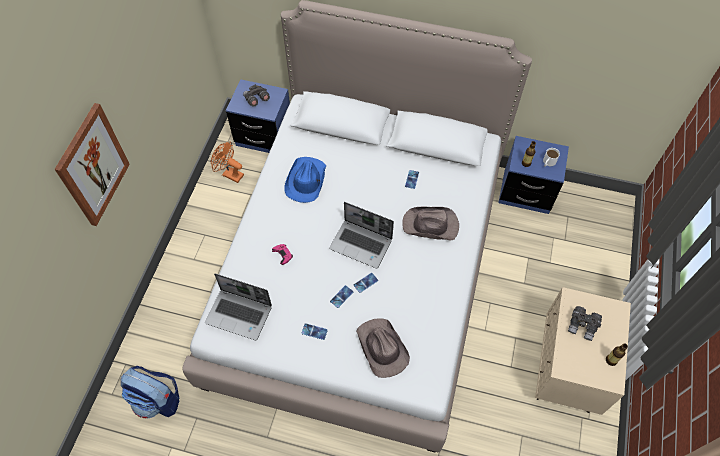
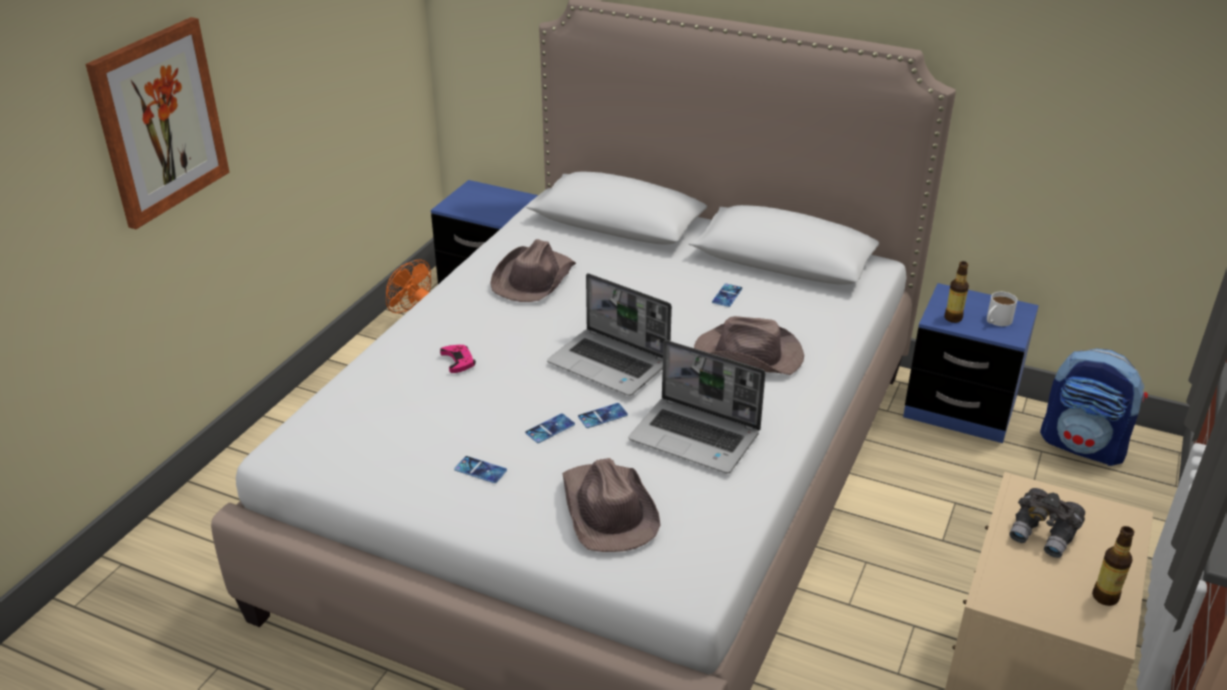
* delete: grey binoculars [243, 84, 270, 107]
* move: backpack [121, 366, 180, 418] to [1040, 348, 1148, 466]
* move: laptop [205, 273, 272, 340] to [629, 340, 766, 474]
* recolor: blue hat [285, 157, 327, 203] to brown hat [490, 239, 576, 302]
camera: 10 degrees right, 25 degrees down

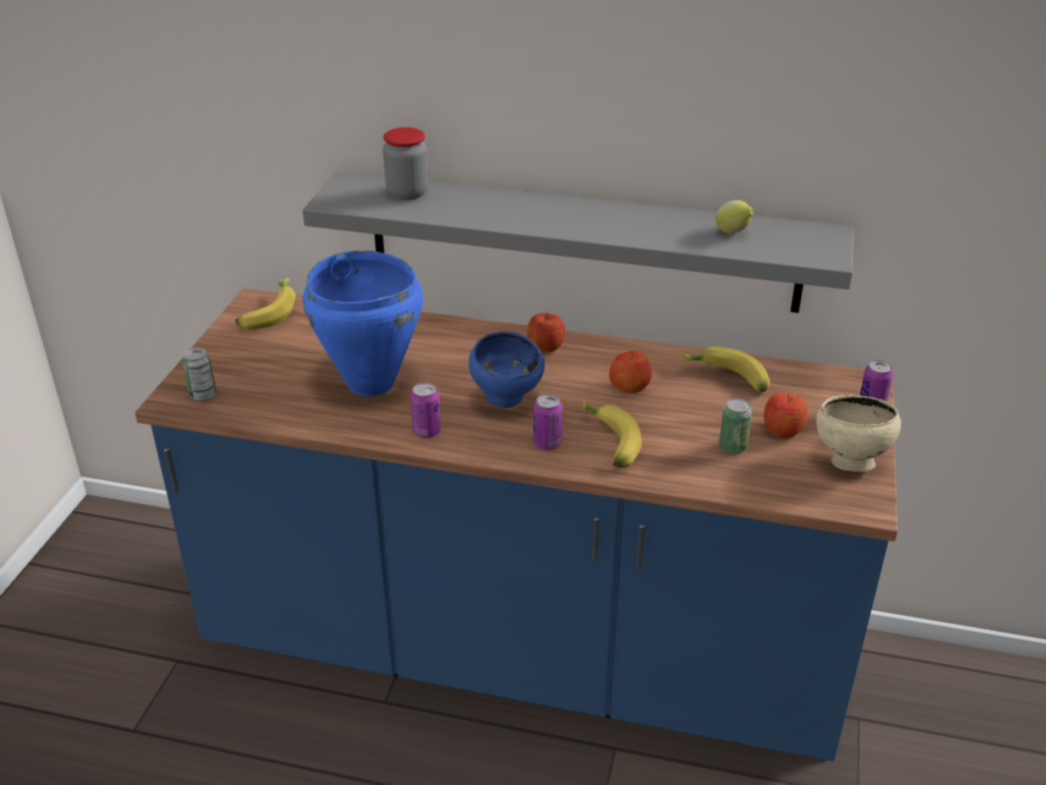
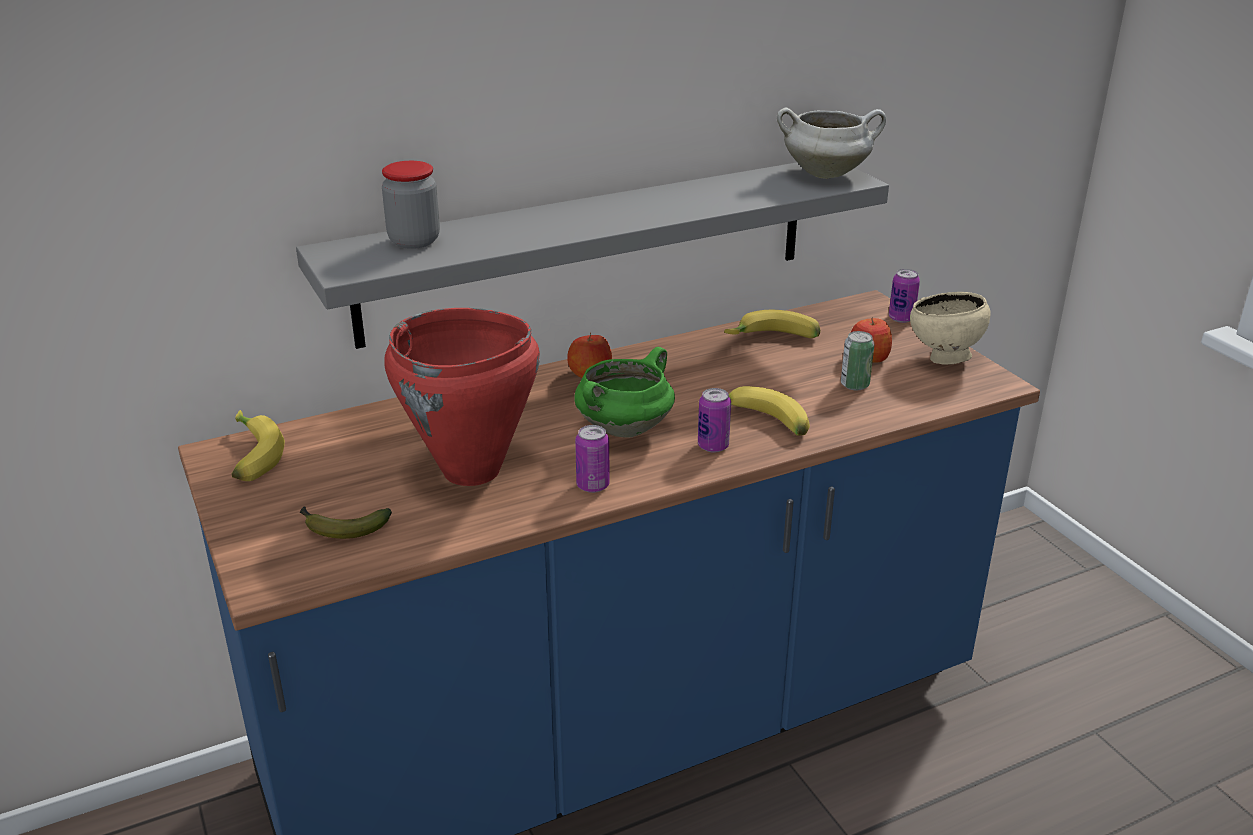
* delete: can [182, 347, 216, 401]
* delete: apple [609, 351, 652, 393]
* delete: lemon [715, 200, 753, 234]
* insert: banana [300, 506, 392, 539]
* insert: white cooking pot [777, 108, 886, 179]
* replace: blue bowl [469, 332, 545, 408] to green cooking pot [574, 347, 675, 437]
* recolor: blue cooking pot [303, 251, 423, 396] to red cooking pot [385, 308, 540, 486]
camera: 40 degrees left, 5 degrees down

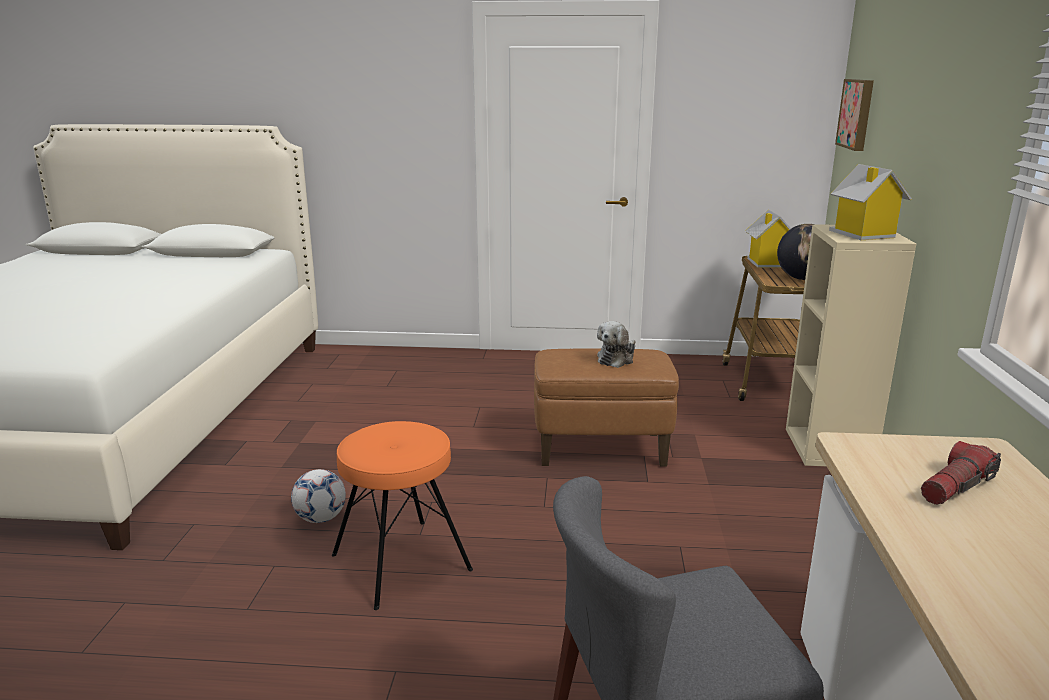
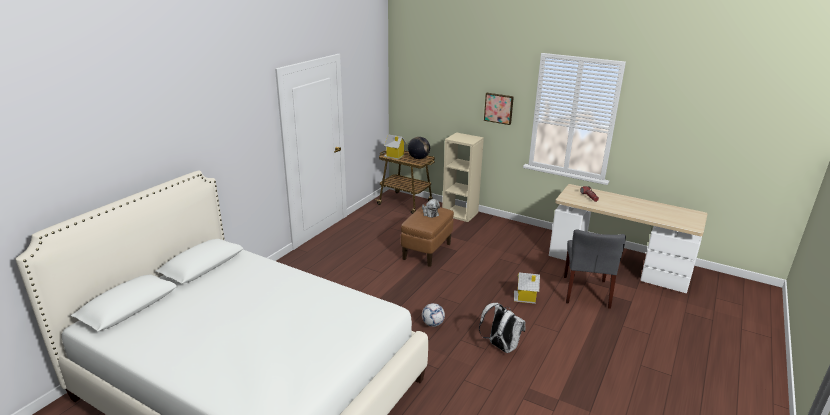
* delete: orange stool [332, 421, 473, 610]
* insert: white backpack [479, 302, 525, 353]
* move: toy house [829, 164, 912, 240] to [514, 273, 540, 304]
* move: picture [835, 79, 874, 151] to [484, 93, 514, 125]
camera: 65 degrees left, 5 degrees up

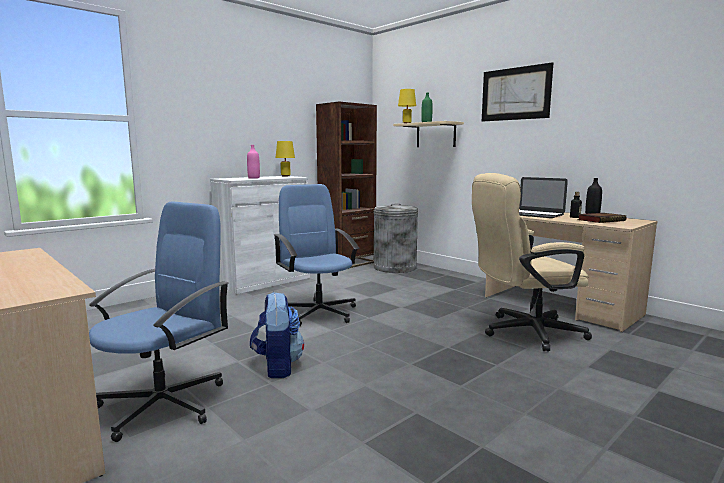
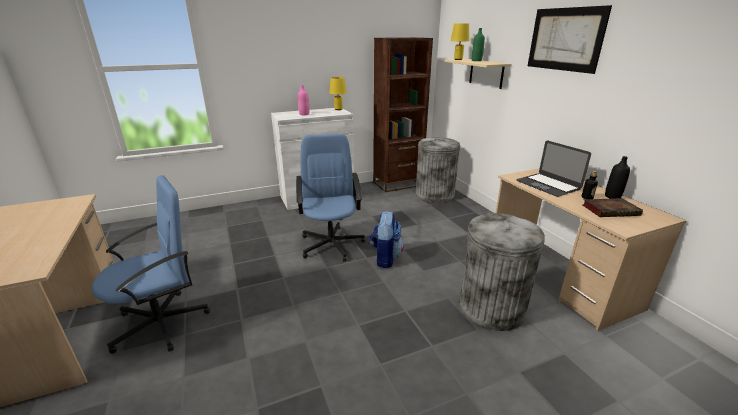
* move: backpack [250, 292, 304, 378] to [369, 211, 404, 269]
* replace: beige office chair [472, 173, 592, 352] to grey trash can [459, 213, 545, 331]
camera: 20 degrees right, 15 degrees up

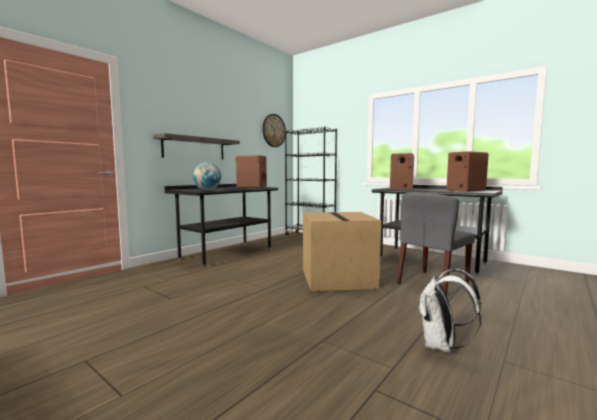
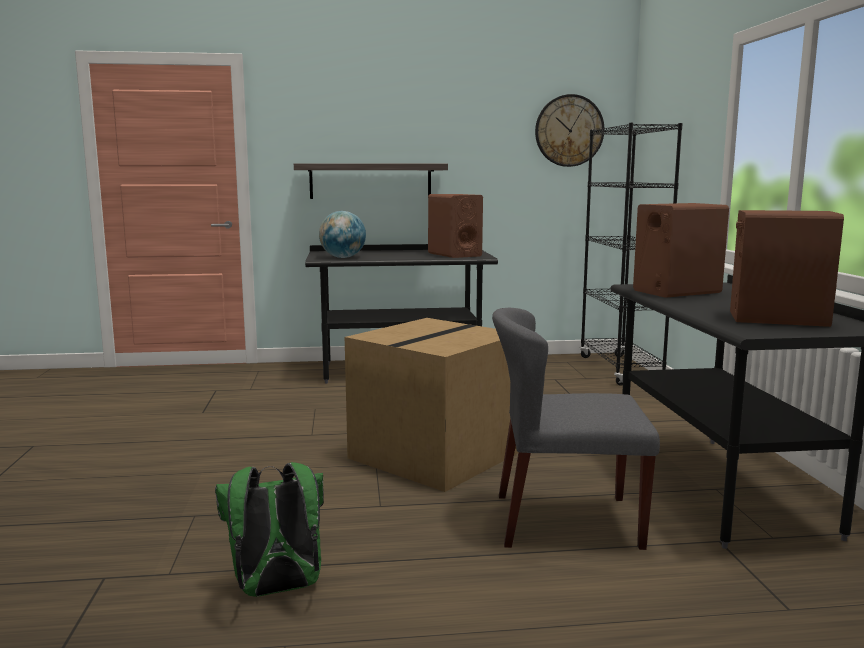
* recolor: white backpack [418, 269, 481, 353] to green backpack [215, 462, 324, 597]
camera: 45 degrees right, 5 degrees up

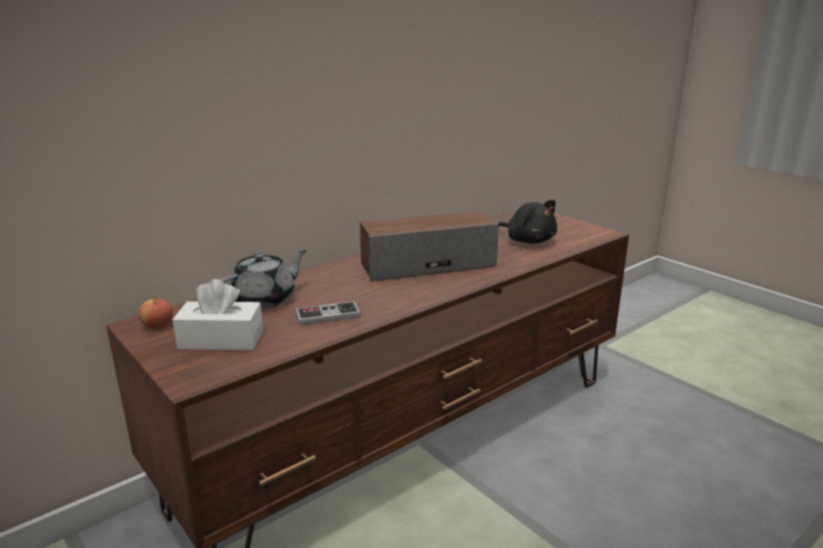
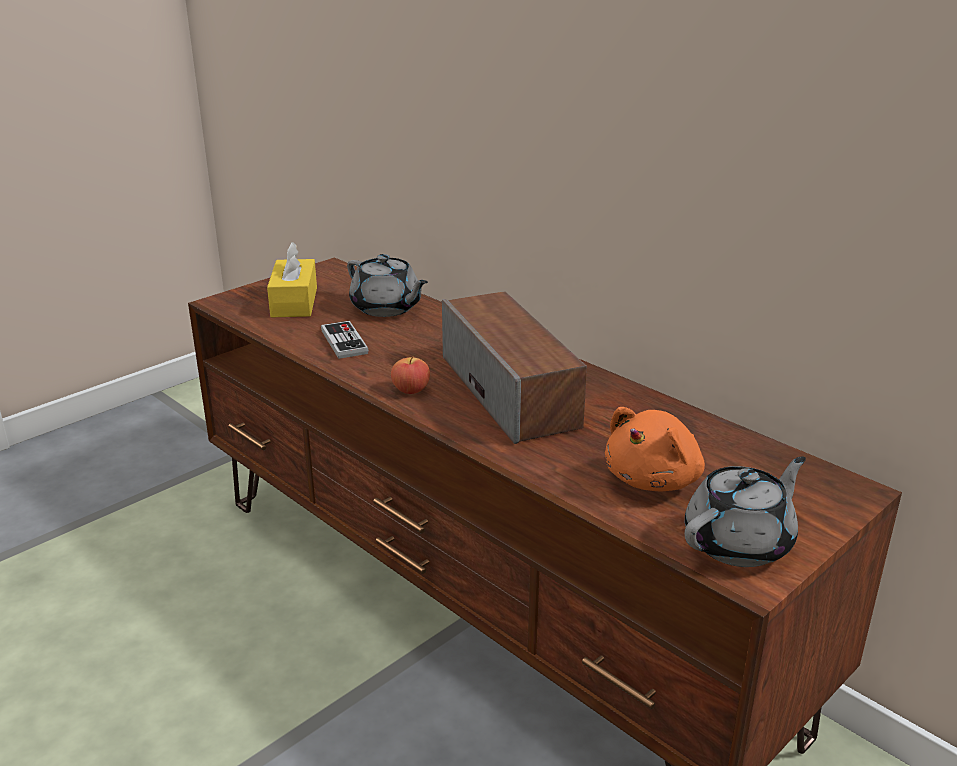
* insert: grey teapot [685, 456, 806, 567]
* move: apple [138, 296, 173, 329] to [391, 356, 430, 394]
* recolor: white tissue box [172, 279, 263, 350] to yellow tissue box [267, 242, 317, 318]
* recolor: black plush toy [498, 200, 557, 244] to orange plush toy [605, 407, 705, 492]
camera: 85 degrees right, 5 degrees up

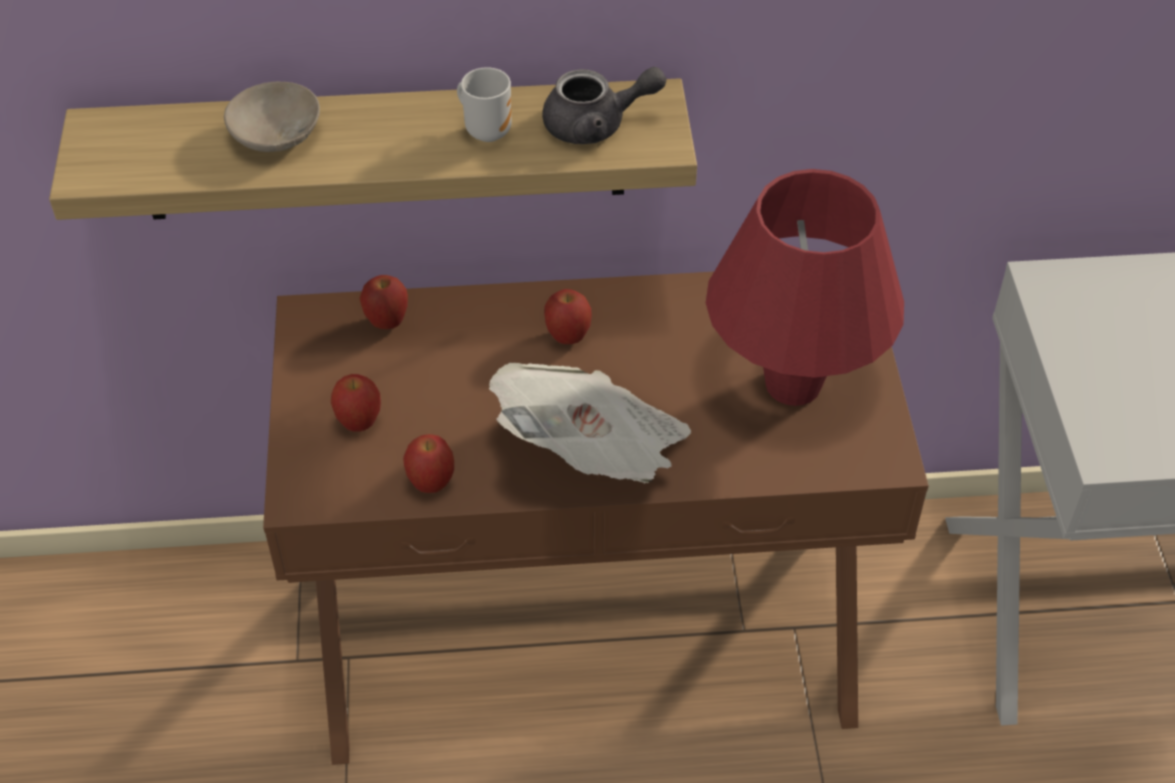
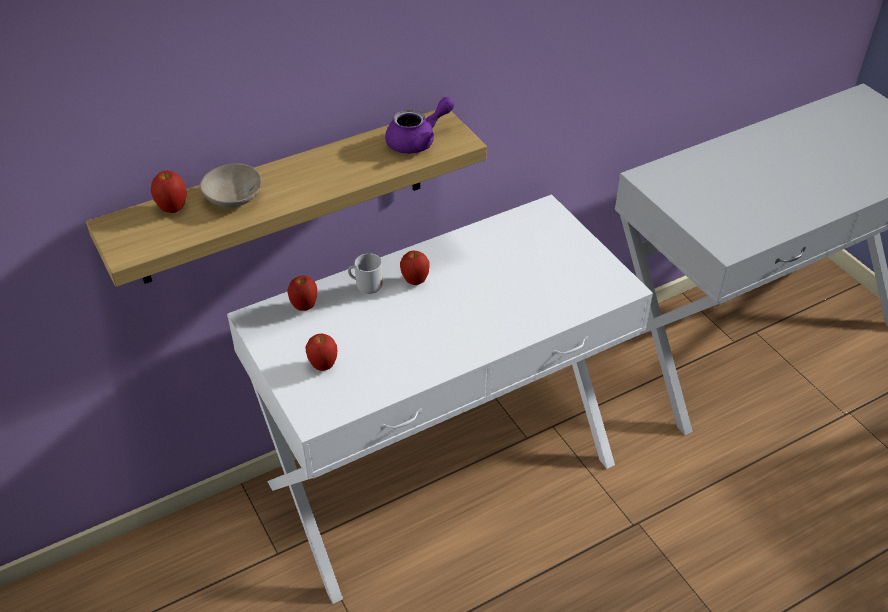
* delete: newspaper [489, 363, 691, 483]
* delete: red table lamp [706, 169, 904, 406]
* move: apple [403, 434, 454, 493] to [151, 170, 187, 213]
* move: mug [457, 67, 512, 142] to [348, 253, 383, 294]
* recolor: brown console table [263, 272, 929, 765] to white console table [227, 194, 653, 604]
* recolor: grey teapot [542, 67, 666, 144] to purple teapot [385, 97, 454, 154]
camera: 25 degrees left, 5 degrees down

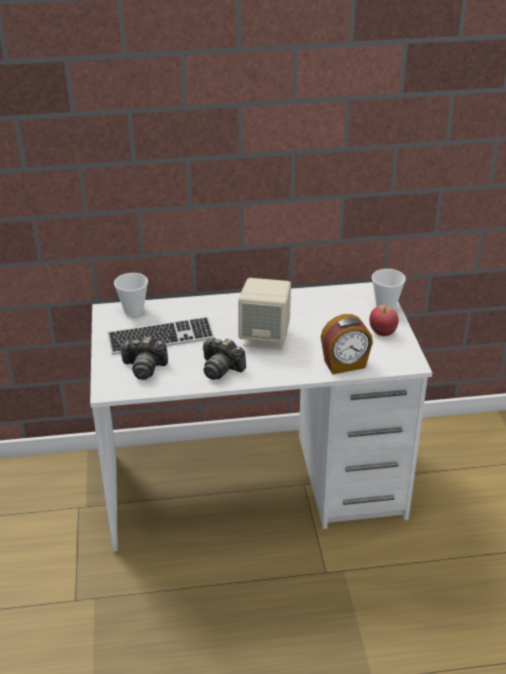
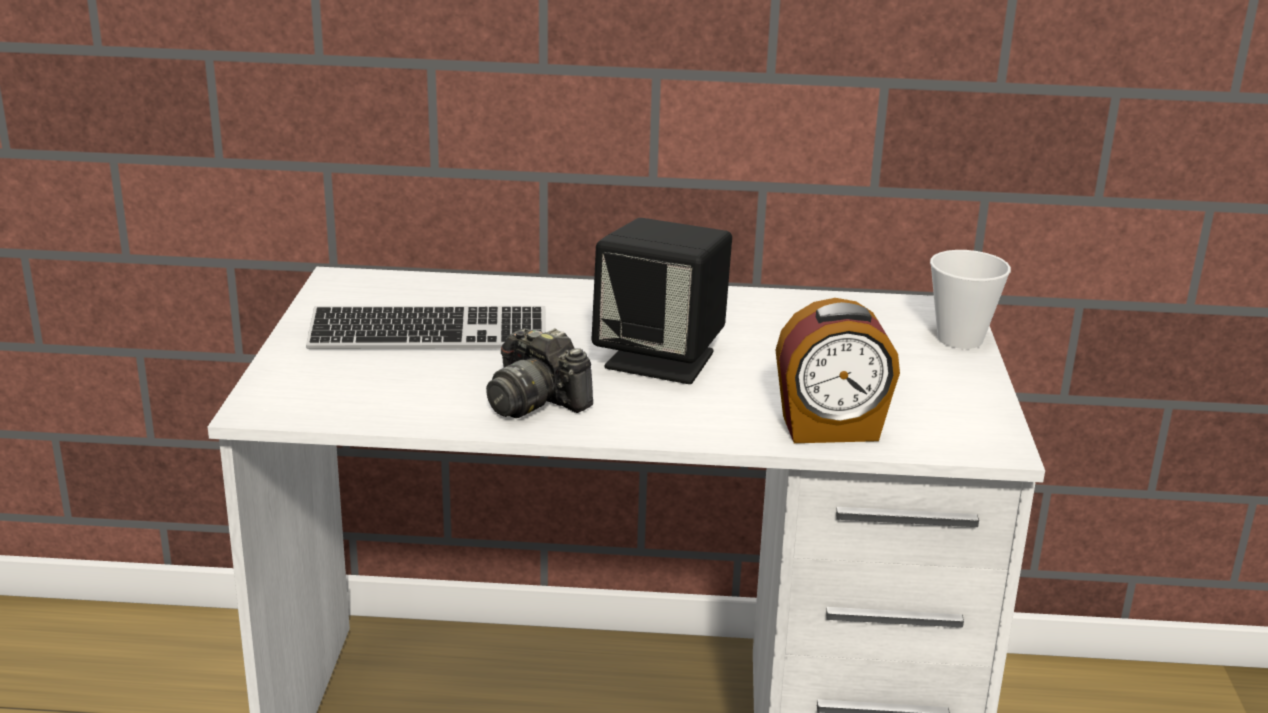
* delete: cup [114, 273, 148, 316]
* delete: photo camera [120, 337, 168, 380]
* delete: apple [369, 305, 399, 336]
* recolor: beige speaker [238, 278, 291, 350] to black speaker [591, 218, 732, 384]
camera: 10 degrees right, 10 degrees down

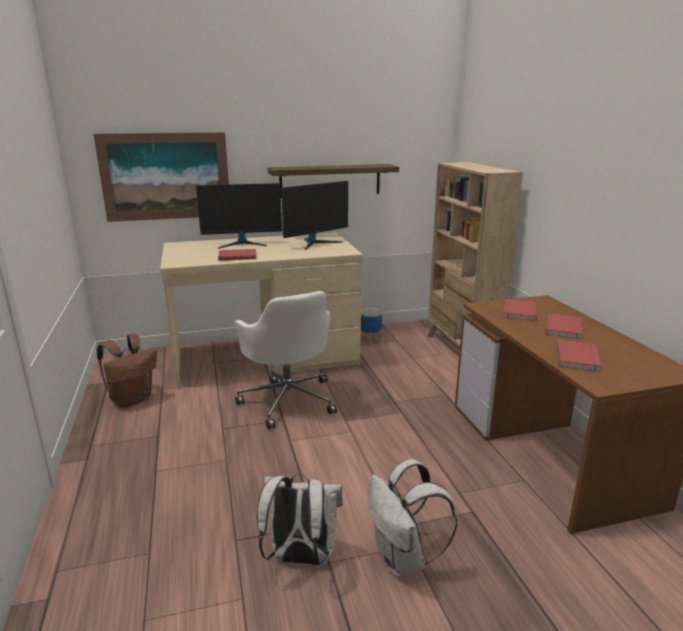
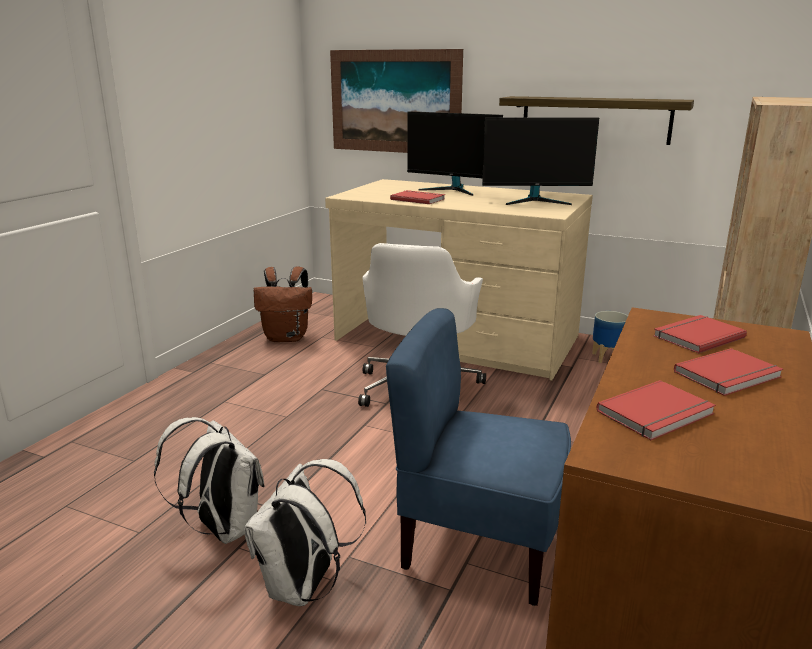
* insert: blue chair [386, 308, 571, 606]
camera: 40 degrees right, 0 degrees up

